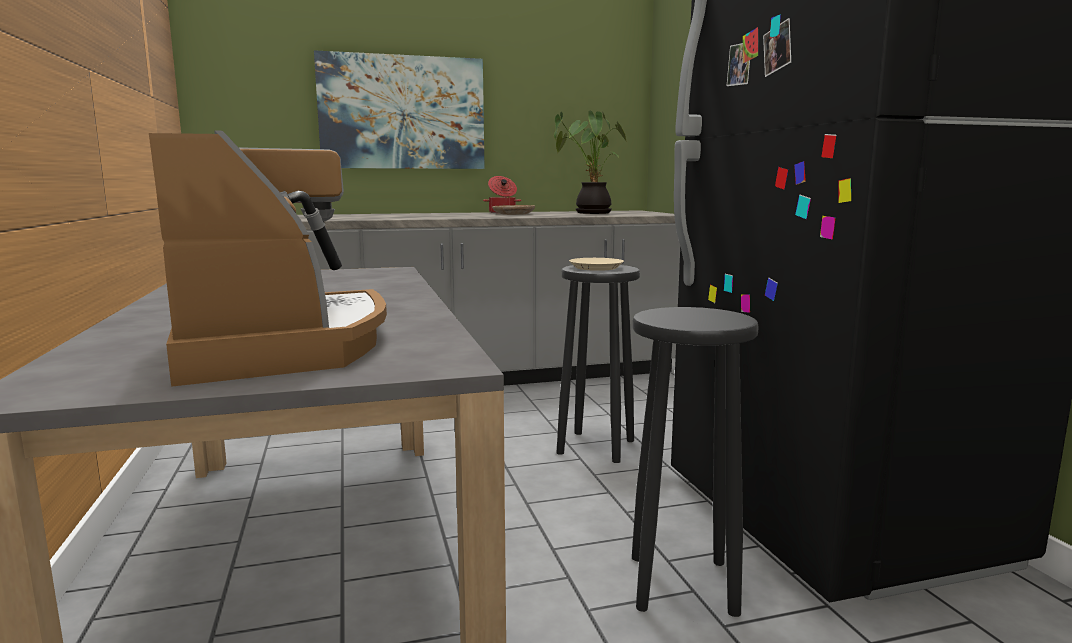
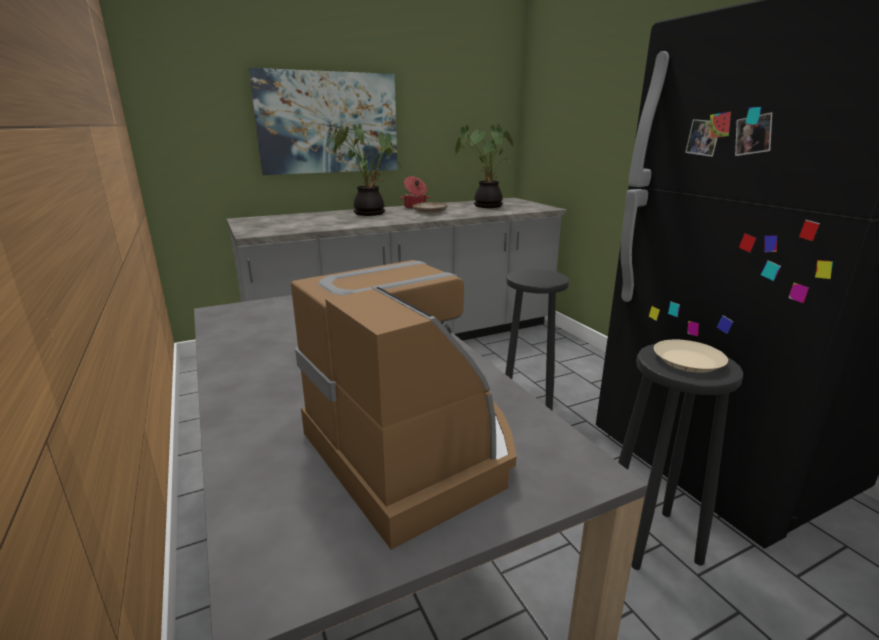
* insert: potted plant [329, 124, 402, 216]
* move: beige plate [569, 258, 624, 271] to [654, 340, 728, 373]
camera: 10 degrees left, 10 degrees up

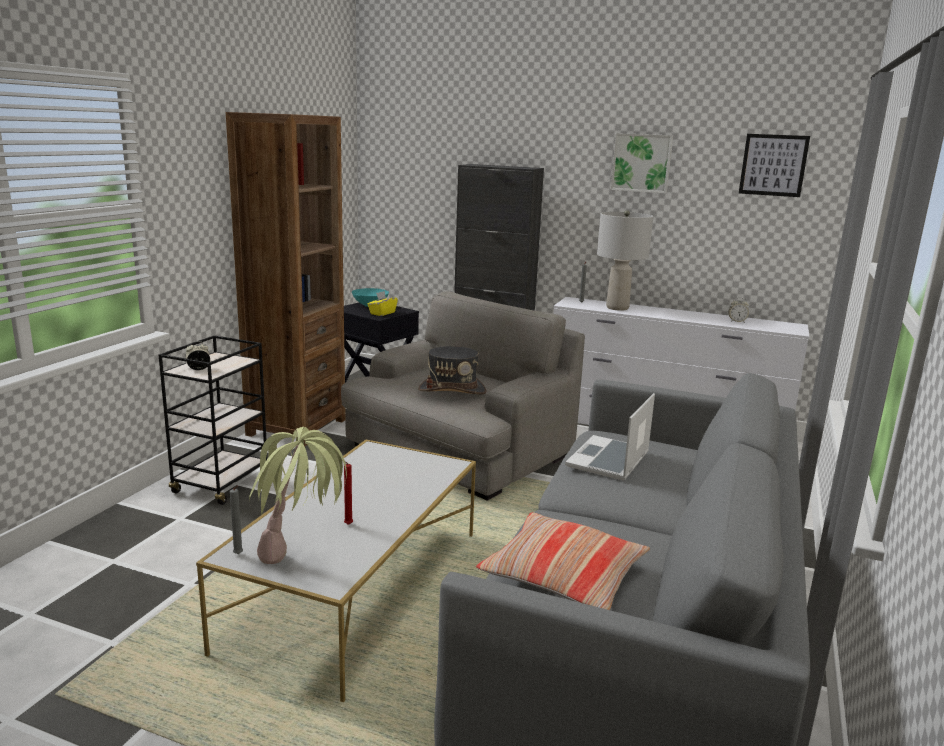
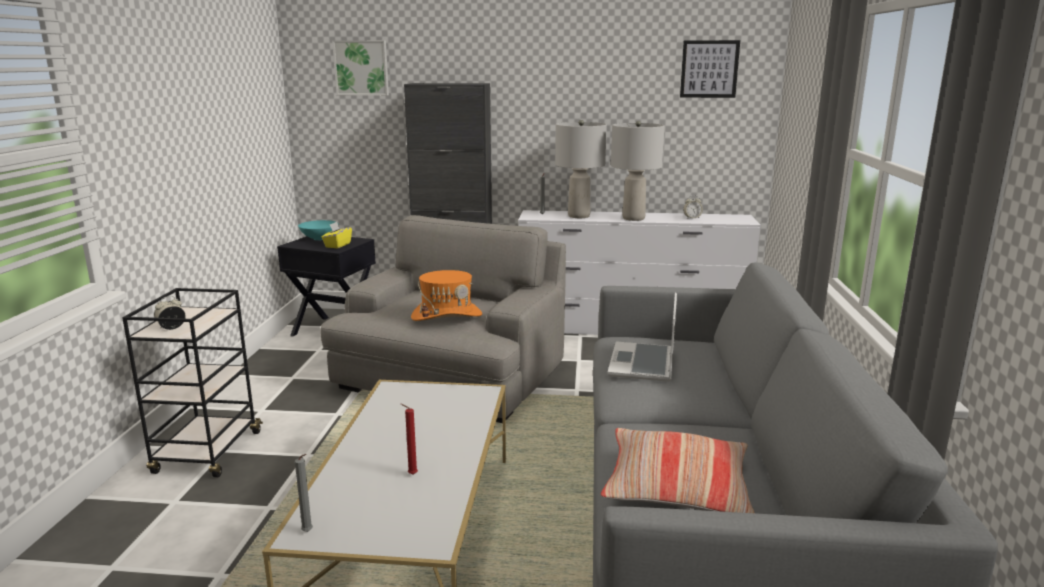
* delete: brown bookcase [226, 112, 345, 446]
* delete: potted plant [249, 426, 347, 564]
* insert: grey table lamp [611, 121, 665, 221]
* move: picture [611, 133, 673, 193] to [332, 40, 389, 96]
* recolor: grey hat [418, 346, 487, 395] to orange hat [411, 270, 482, 321]
camera: 15 degrees left, 0 degrees up

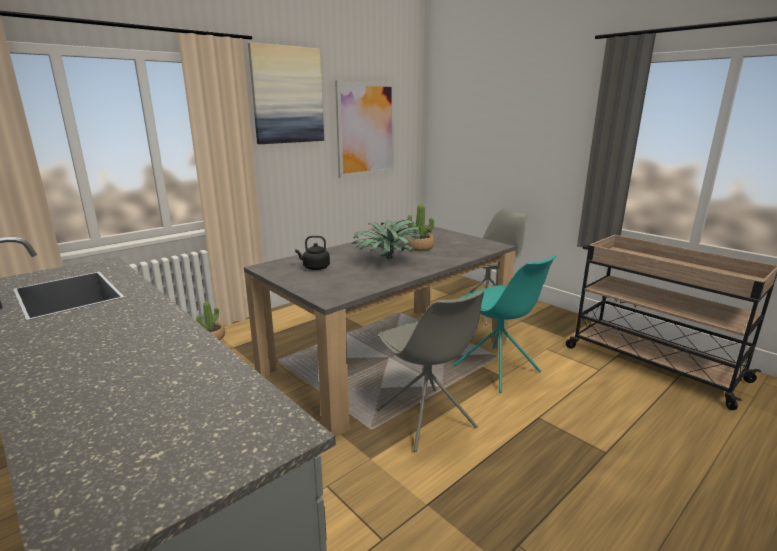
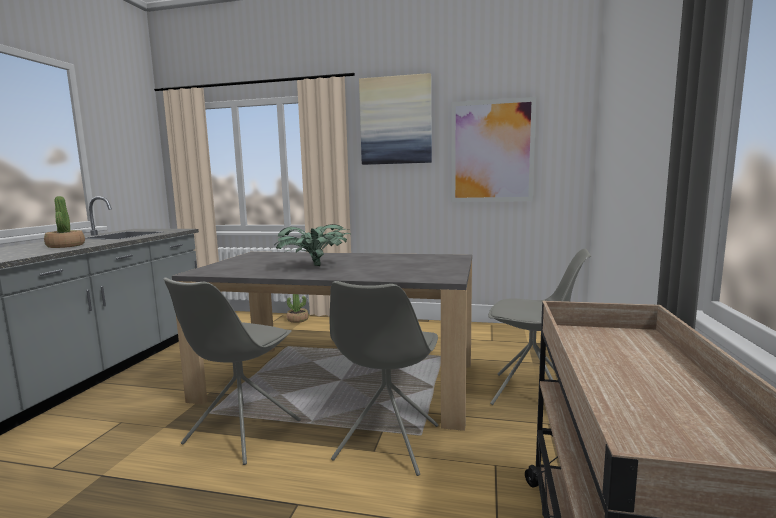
* delete: black kettle [295, 235, 330, 270]
* move: potted plant [406, 204, 434, 251] to [44, 196, 85, 248]
* recolor: turquoise chair [453, 255, 556, 393] to grey chair [330, 281, 438, 476]
camera: 55 degrees right, 10 degrees down

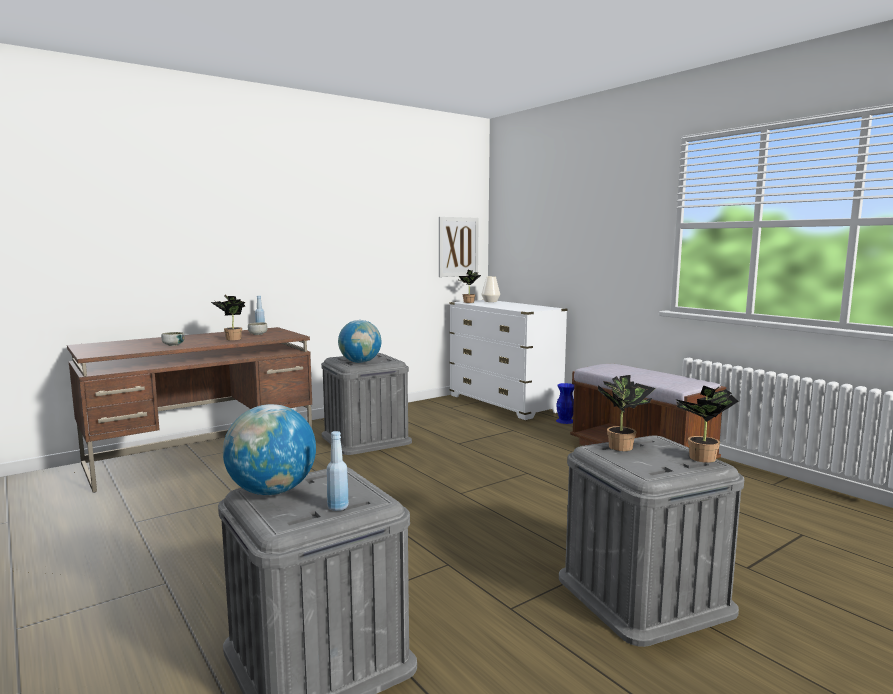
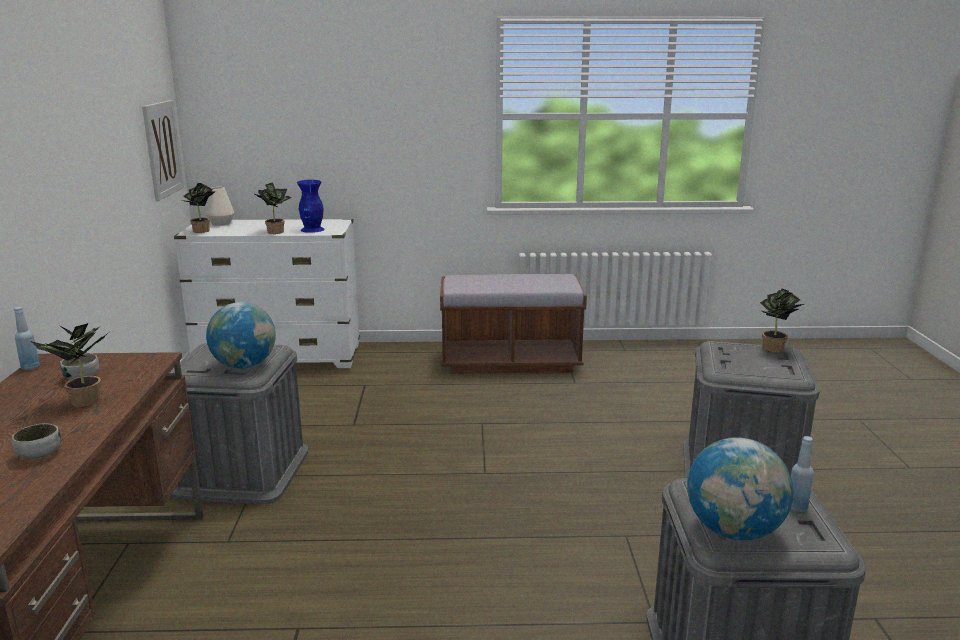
* move: blue vase [556, 383, 574, 424] to [297, 180, 325, 233]
* move: potted plant [598, 375, 655, 451] to [253, 182, 292, 234]
camera: 55 degrees left, 10 degrees up

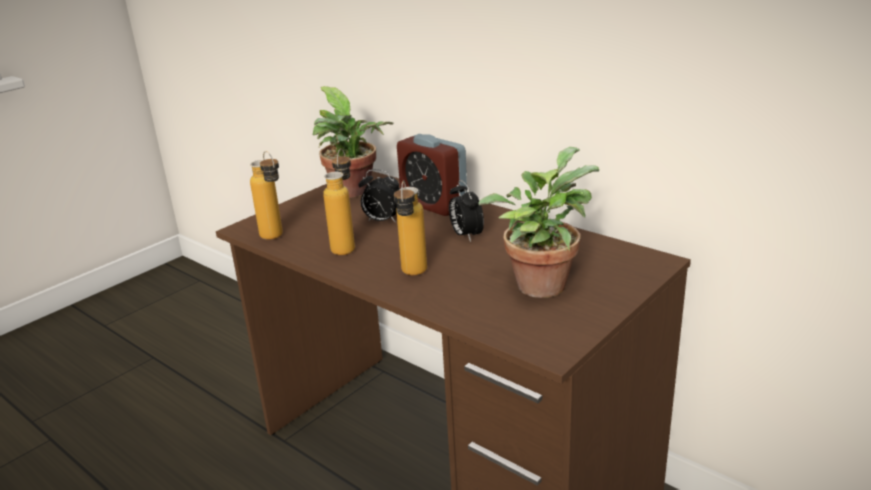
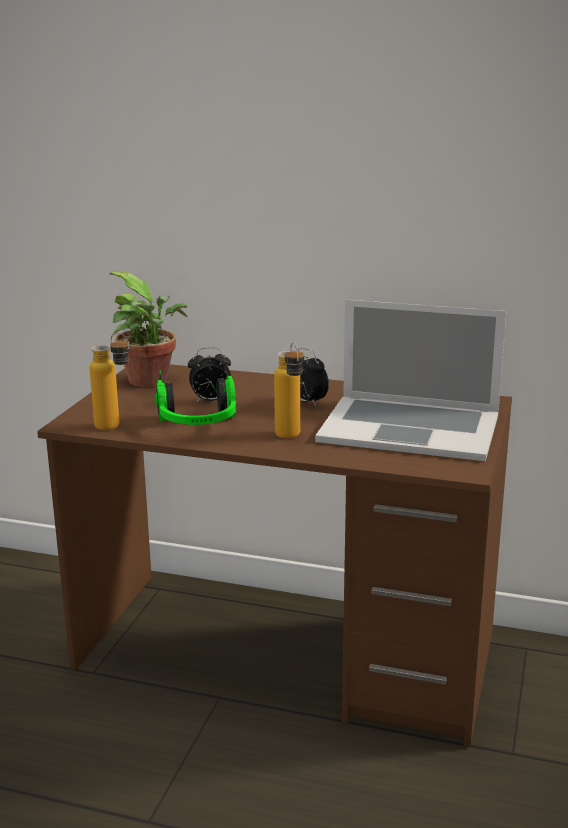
* delete: alarm clock [397, 134, 467, 216]
* replace: bottle [323, 148, 355, 255] to headphones [156, 370, 236, 425]
* replace: potted plant [478, 147, 599, 298] to laptop [315, 299, 506, 461]
camera: 25 degrees left, 5 degrees down

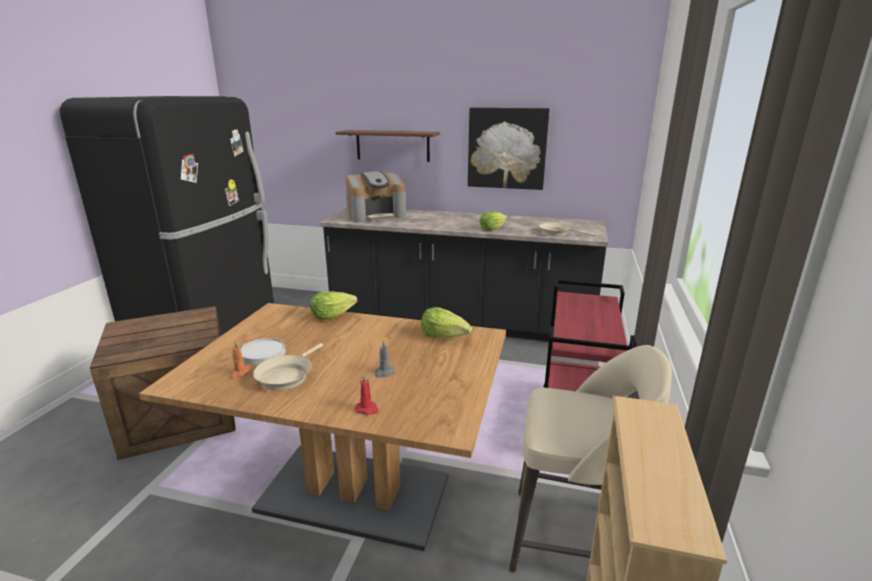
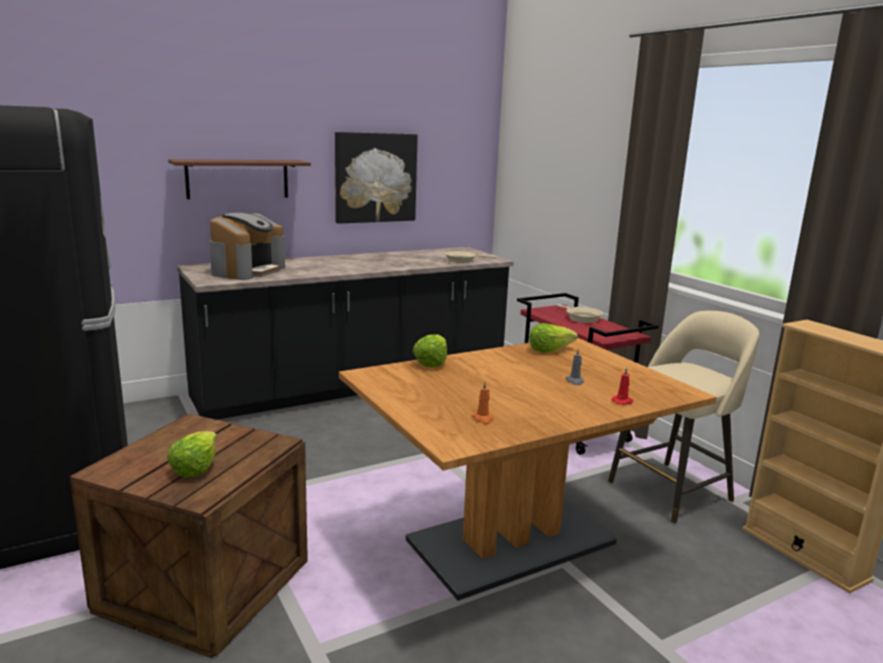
* delete: white plate [240, 338, 286, 365]
* move: beige frying pan [253, 343, 323, 391] to [557, 304, 603, 323]
* move: lettuce [479, 212, 507, 231] to [167, 431, 217, 477]
camera: 45 degrees left, 5 degrees down

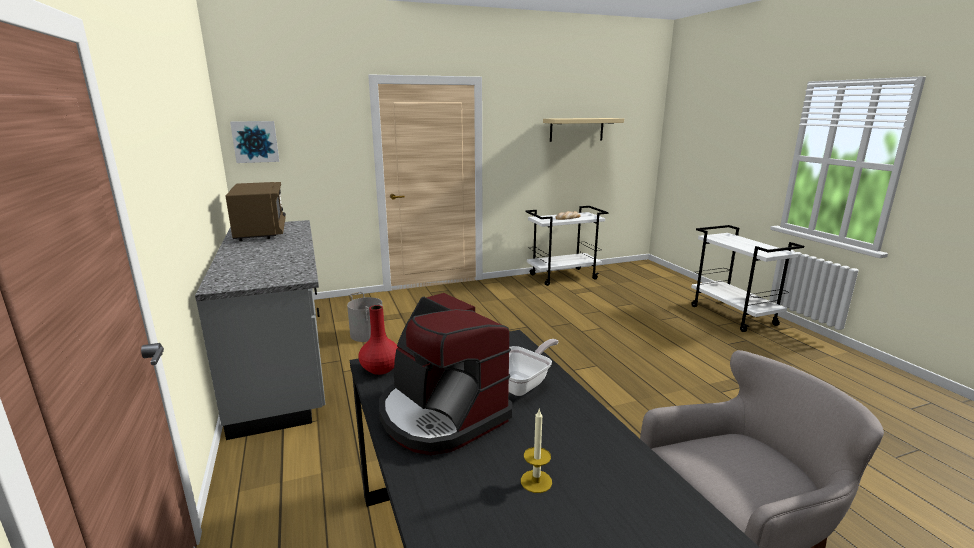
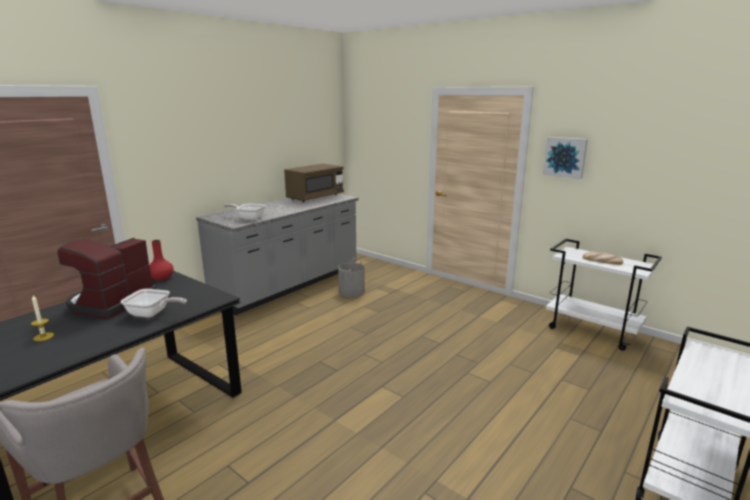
* delete: beige shelf [543, 118, 624, 142]
* insert: frying pan [224, 203, 266, 220]
* move: picture [230, 121, 279, 163] to [543, 137, 588, 179]
camera: 60 degrees right, 0 degrees up

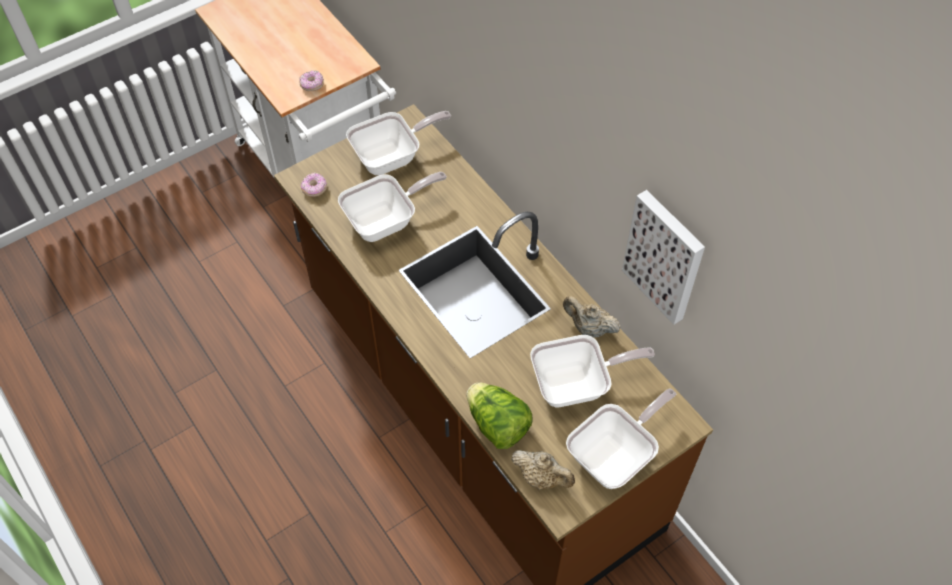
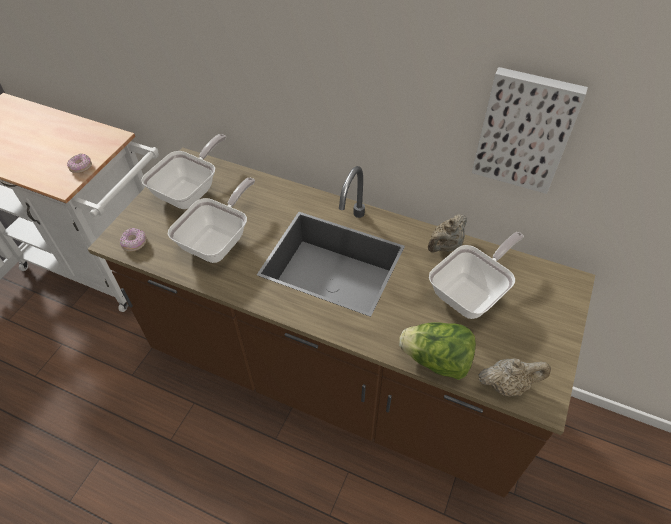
* delete: frying pan [566, 388, 676, 489]
* rotate: beige teapot [563, 296, 620, 338] = [428, 214, 467, 253] 45 degrees counterclockwise
camera: 30 degrees left, 5 degrees down

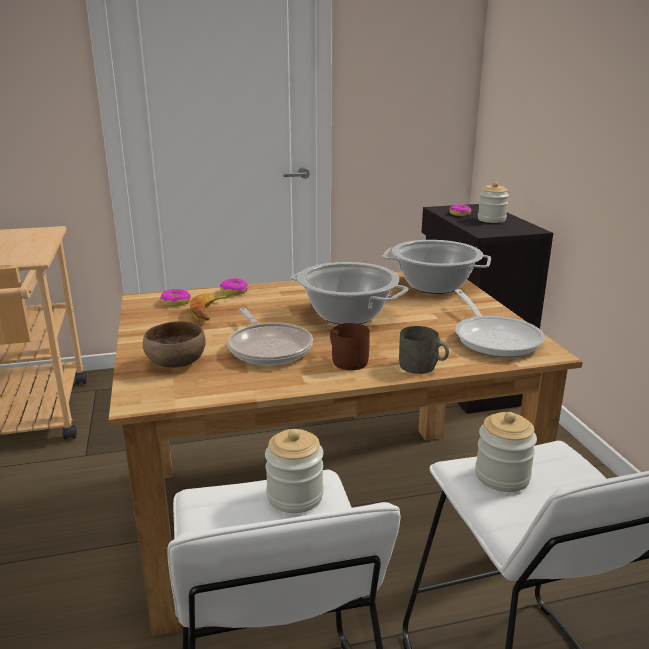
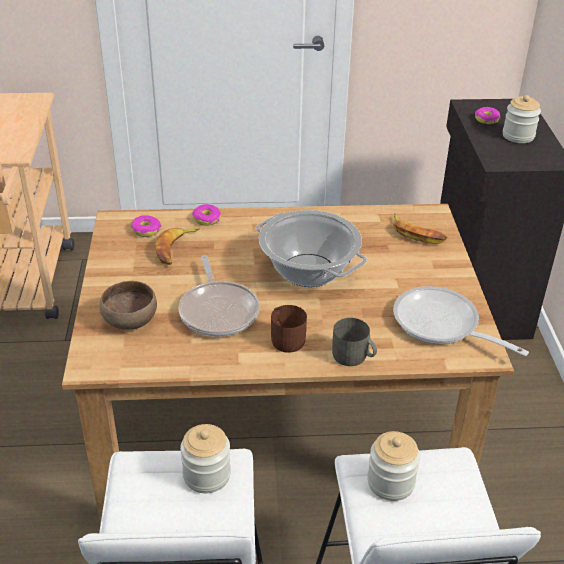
* replace: cooking pot [382, 240, 491, 294] to banana [393, 213, 448, 244]
* rotate: frying pan [455, 289, 545, 357] = [393, 286, 529, 356] 135 degrees clockwise
camera: 10 degrees right, 15 degrees up

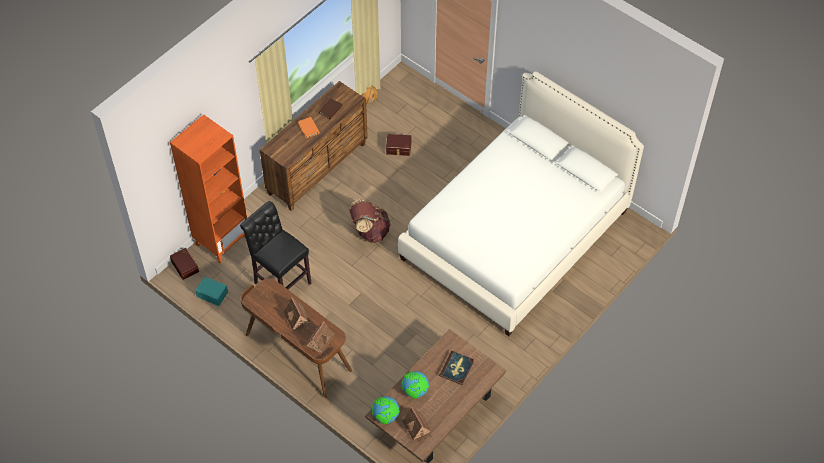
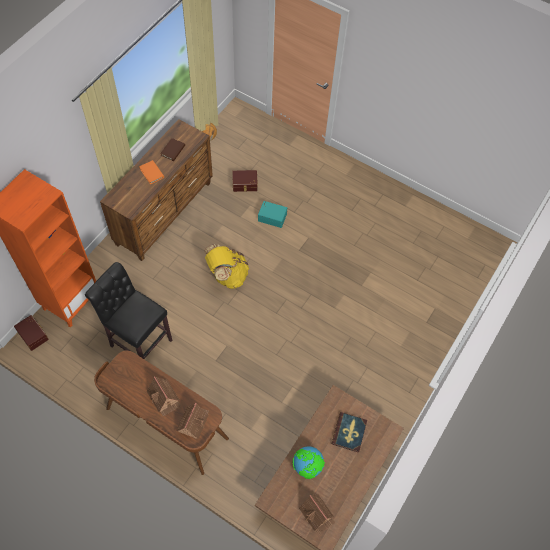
* delete: globe [372, 396, 400, 424]
* delete: white bed [398, 72, 644, 336]
* move: turquoise storage box [195, 277, 228, 306] to [258, 201, 287, 228]
* recolor: brown backpack [349, 199, 391, 243] to yellow backpack [204, 244, 249, 289]
camera: 10 degrees left, 5 degrees up

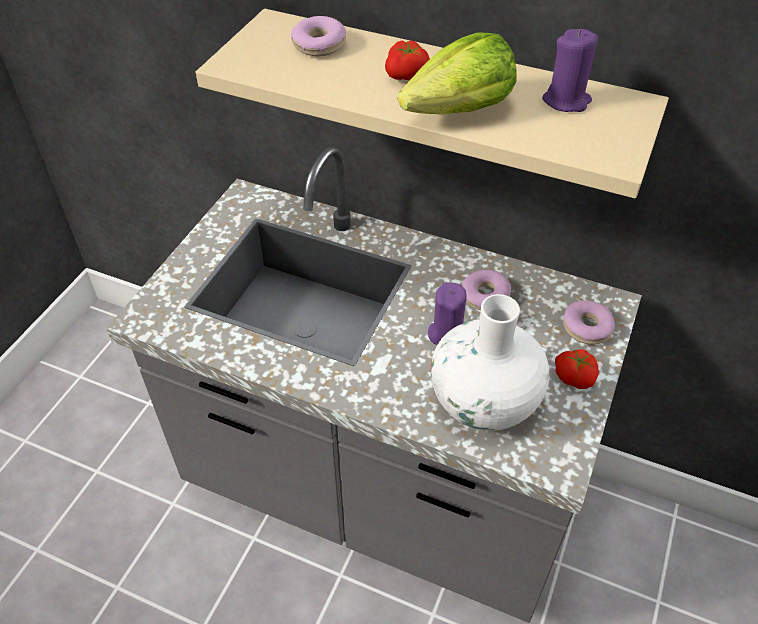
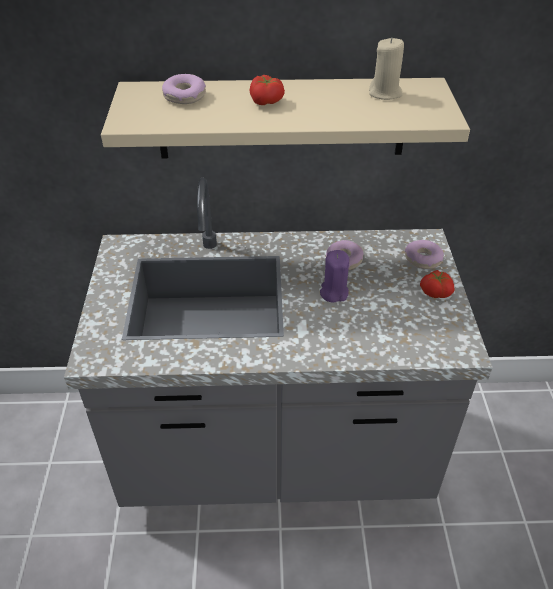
* delete: lettuce [398, 32, 517, 115]
* delete: white vase [431, 294, 549, 431]
* recolor: purple candle [542, 29, 598, 112] to beige candle [369, 37, 404, 100]
camera: 25 degrees left, 5 degrees down

